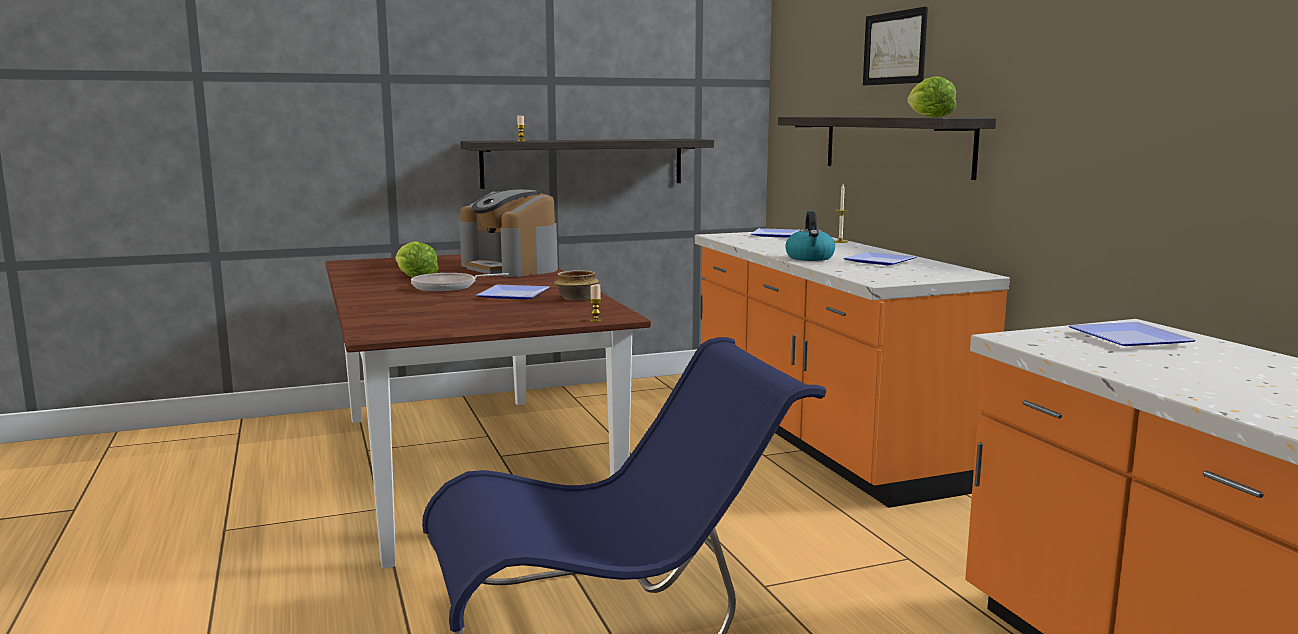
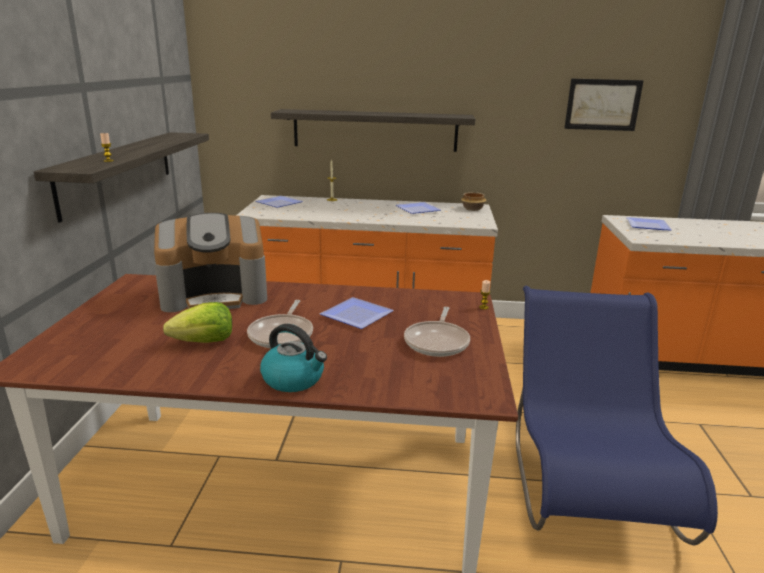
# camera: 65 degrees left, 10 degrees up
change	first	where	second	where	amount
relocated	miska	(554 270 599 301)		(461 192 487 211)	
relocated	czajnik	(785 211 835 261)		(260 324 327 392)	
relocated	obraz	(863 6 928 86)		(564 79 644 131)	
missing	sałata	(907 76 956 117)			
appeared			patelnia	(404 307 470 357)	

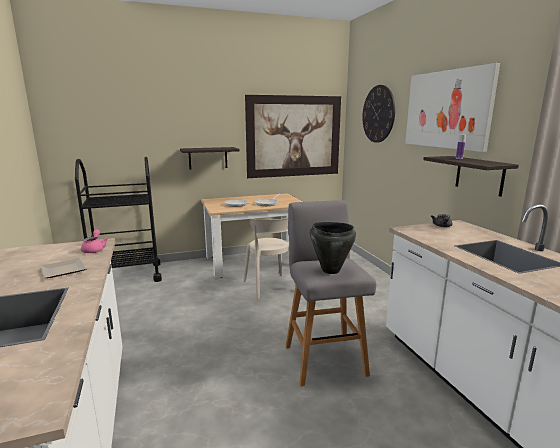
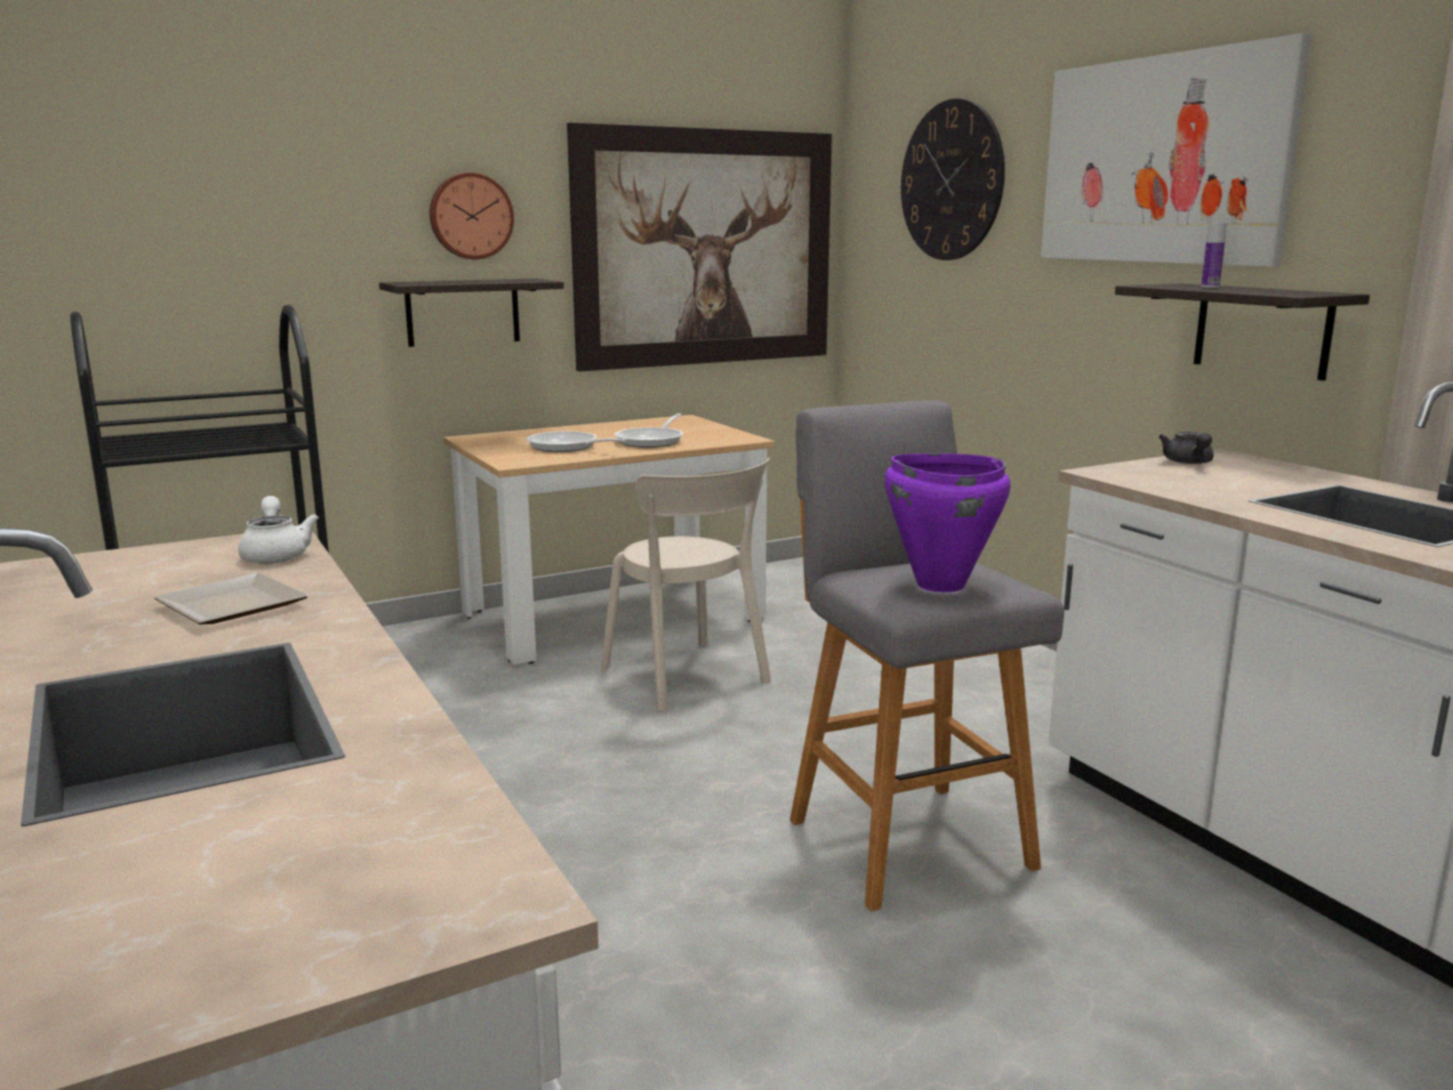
# camera: 10 degrees left, 0 degrees up
change	first	where	second	where	amount
colour	imbryk [różowy]	(81 229 108 253)	imbryk [biały]	(238 496 319 564)	
colour	garnek [czarny]	(310 222 356 274)	garnek [fioletowy]	(885 454 1010 592)	
appeared			zegar ścienny	(429 173 514 259)	

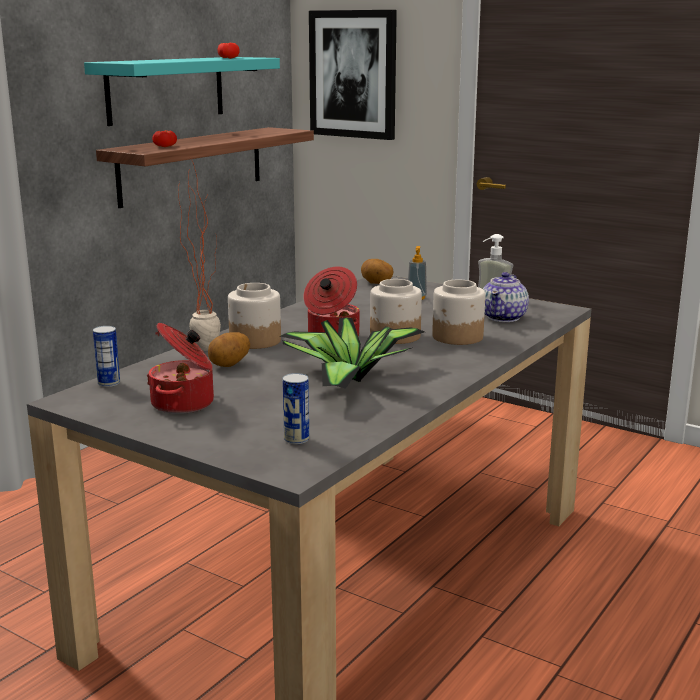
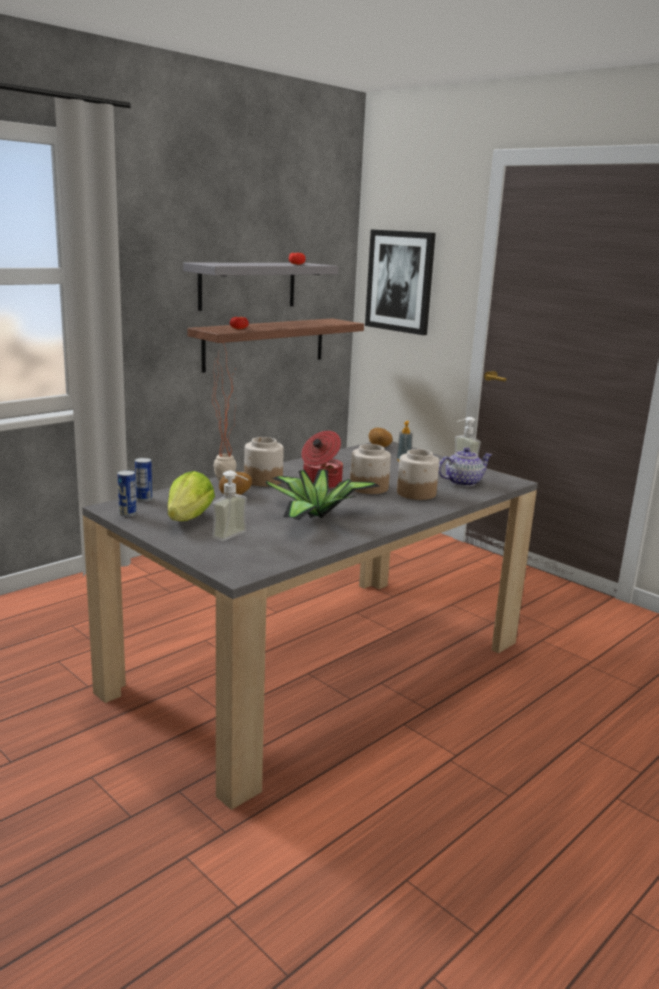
# camera: 10 degrees right, 0 degrees up
change	first	where	second	where	amount
colour	półka [turkusowy]	(84 57 280 126)	półka [szary]	(183 263 338 311)	
exchanged	garnek	(147 323 214 414)	sałata	(168 471 215 521)	
relocated	puszka	(283 373 309 444)		(118 470 136 517)	
spun	imbryk	(483 272 529 322)		(438 447 492 487)	150 degrees counterclockwise
appeared			dozownik mydła	(212 471 248 541)	

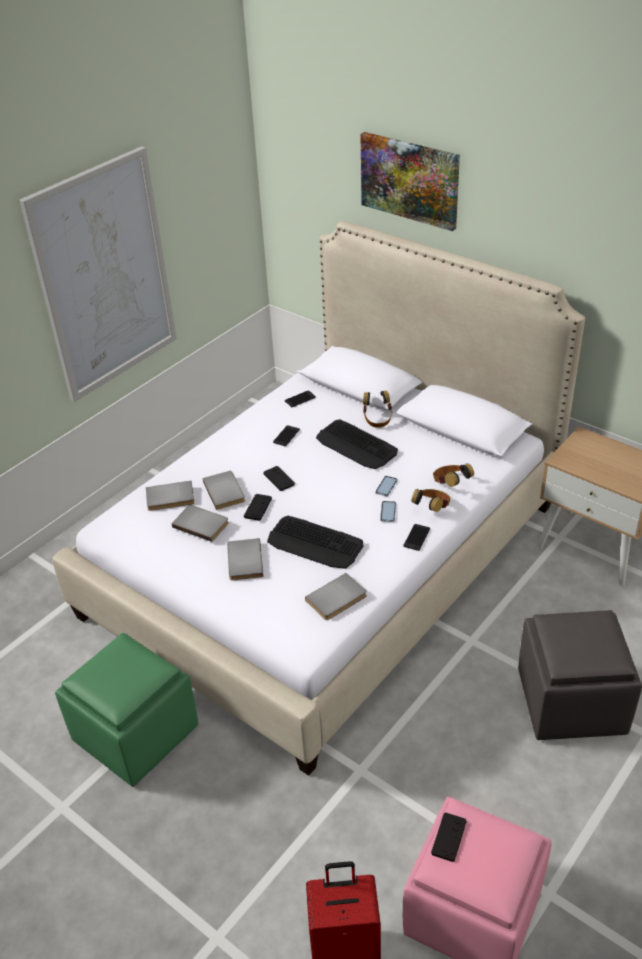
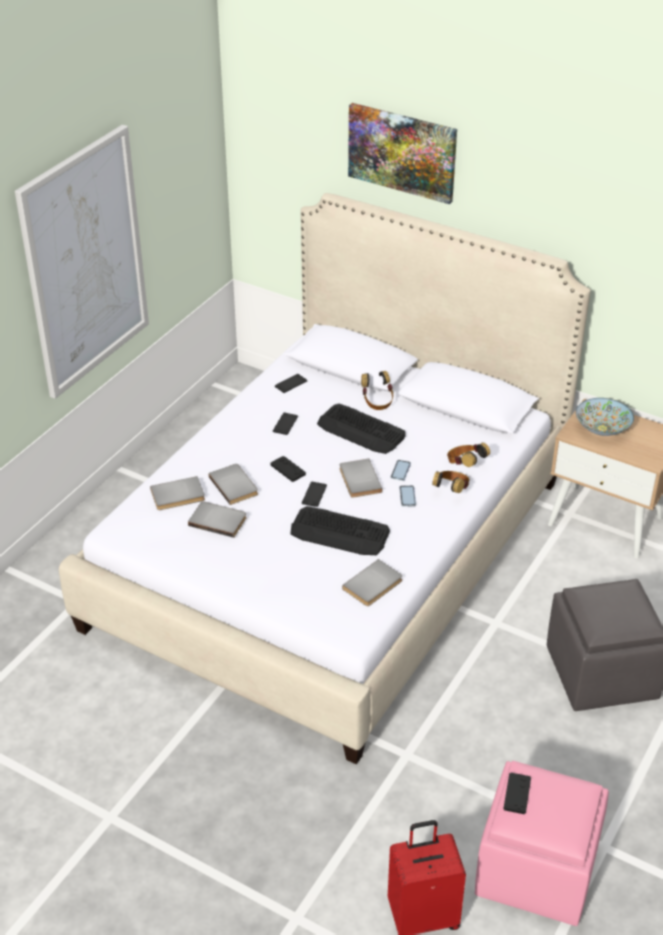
# camera: 10 degrees left, 0 degrees up
change	first	where	second	where	amount
missing	pufa [zielony]	(55 633 198 787)			
relocated	książka [szary]	(227 538 263 581)		(340 459 383 498)	
missing	pad do gier [czarny]	(244 494 272 521)			
relocated	telefon	(403 524 430 551)		(302 482 327 507)	
appeared			miska	(576 398 634 436)	

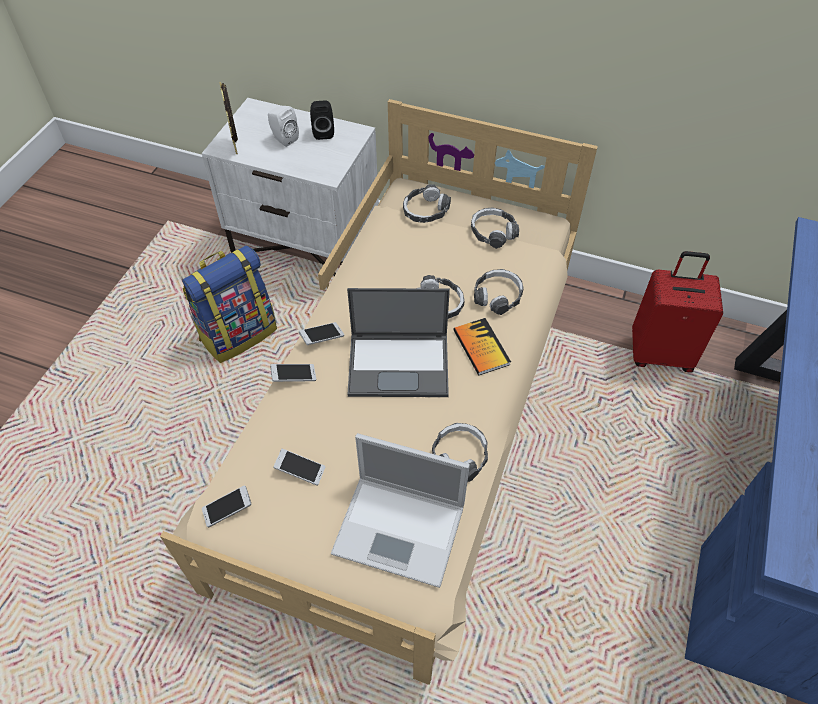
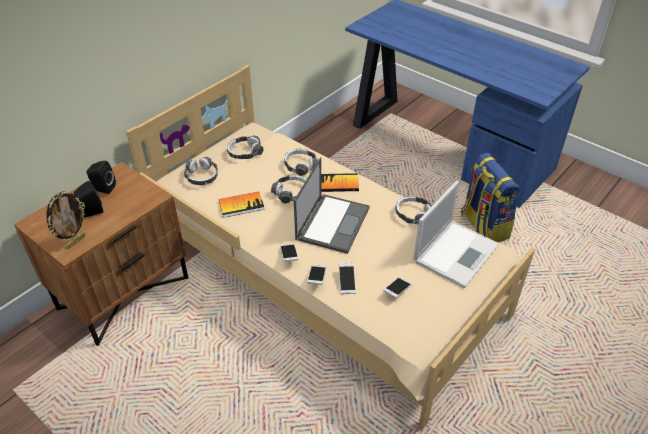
# camera: 70 degrees left, 10 degrees down
change	first	where	second	where	amount
relocated	plecak	(182 245 277 363)		(460 153 520 242)	
colour	szafka nocna [biały]	(202 98 379 276)	szafka nocna [brązowy]	(14 162 188 346)	
relocated	telefon	(202 485 252 527)		(339 262 356 294)	
spun	ramka na zdjęcie	(219 82 238 154)		(46 191 86 250)	60 degrees counterclockwise
colour	głośnik [biały]	(268 106 299 147)	głośnik [czarny]	(74 181 103 217)	
missing	walizka [czerwony]	(632 251 723 373)			
appeared			książka	(219 192 265 218)	

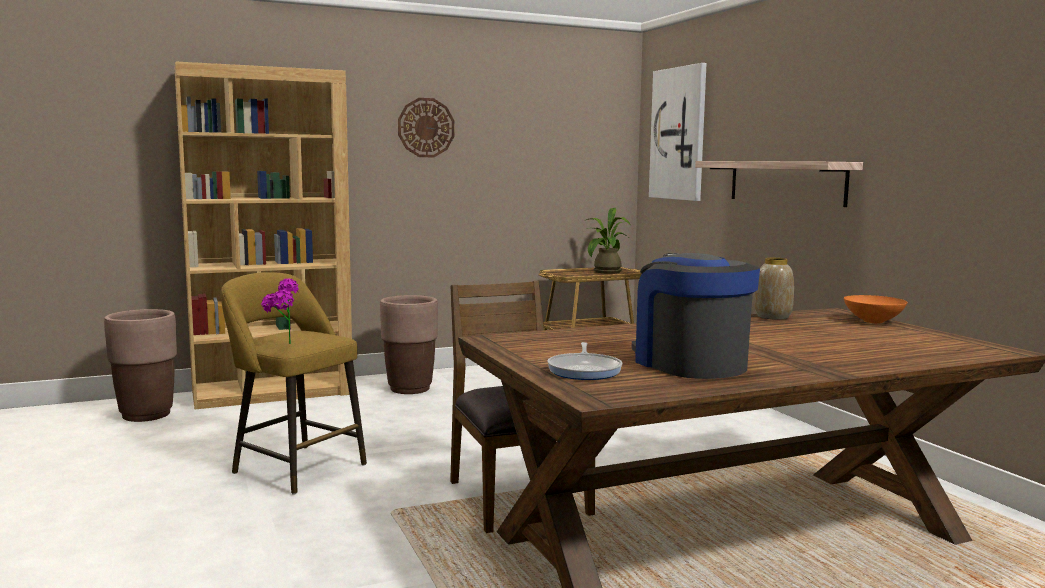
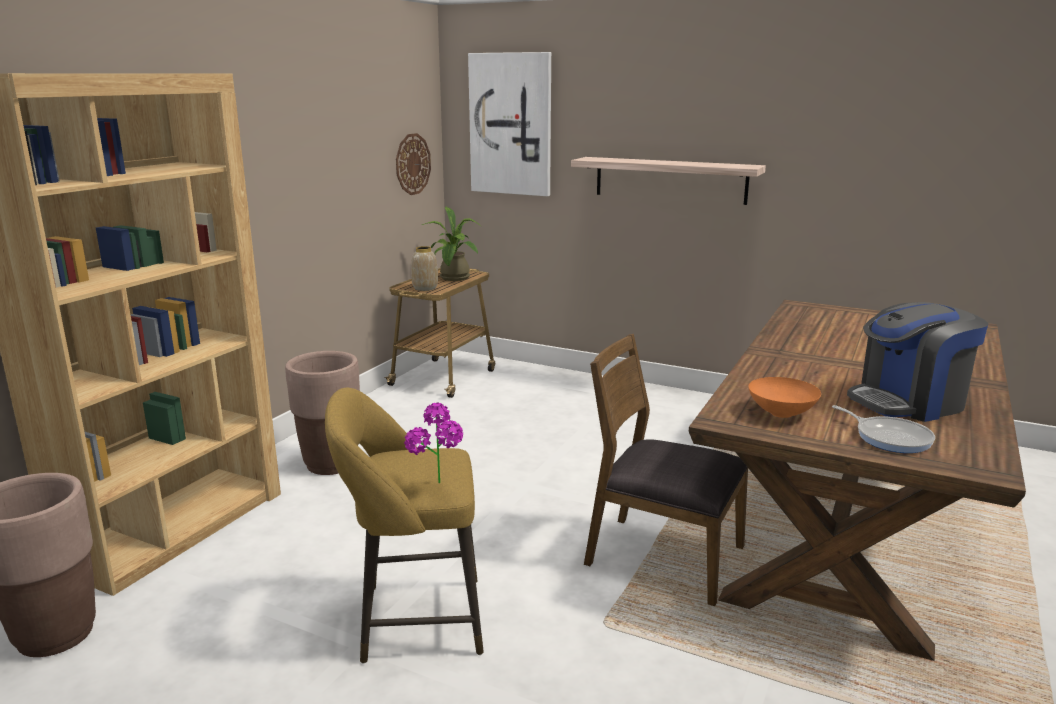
# camera: 40 degrees left, 10 degrees up
change	first	where	second	where	amount
relocated	zegar ścienny	(398 98 454 157)		(396 133 431 195)	
spun	ekspres do kawy	(632 253 760 379)		(847 302 989 422)	45 degrees counterclockwise
relocated	wazon	(754 258 794 320)		(411 246 438 291)	
relocated	miska [pomarańczowy]	(844 295 907 323)		(748 377 821 418)	

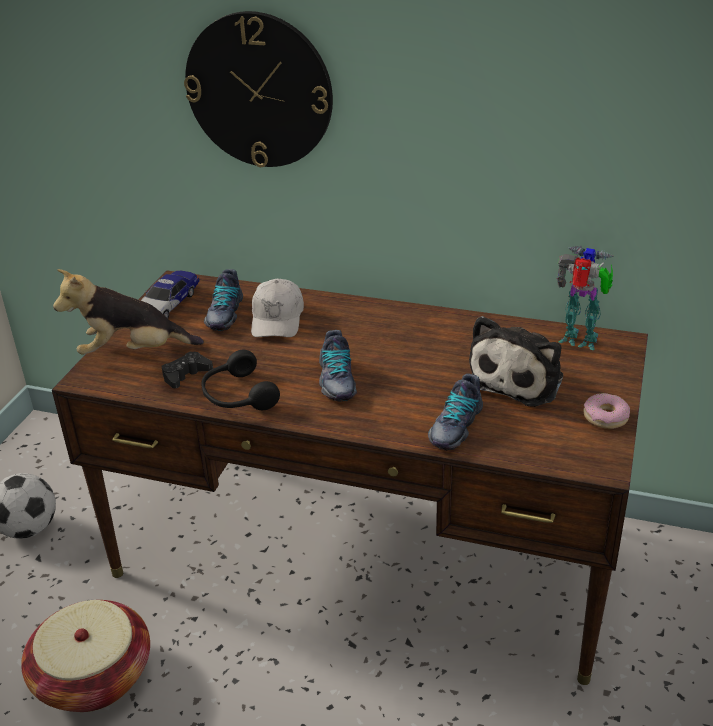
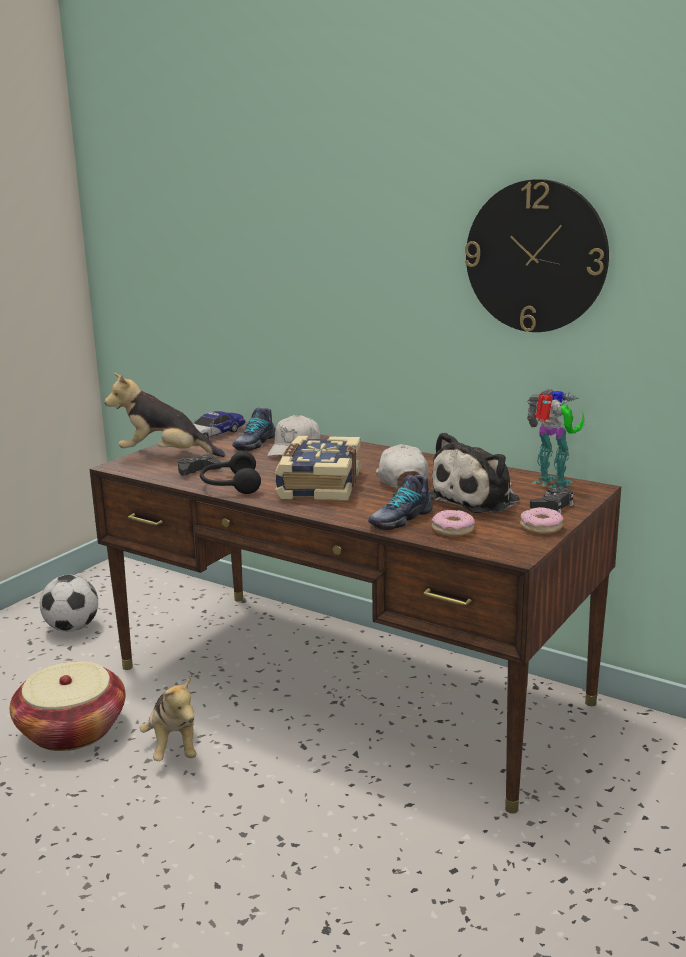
# camera: 15 degrees right, 15 degrees down
change	first	where	second	where	amount
relocated	zegar ścienny	(184 11 333 167)		(465 179 609 332)	
exchanged	but	(319 330 357 402)	książka	(275 436 361 501)	
appeared			pluszak	(140 676 197 761)	
appeared			czapka z daszkiem [biały]	(376 444 429 488)	
appeared			donut	(431 510 475 536)	
appeared			pad do gier [czarny]	(530 488 574 514)	

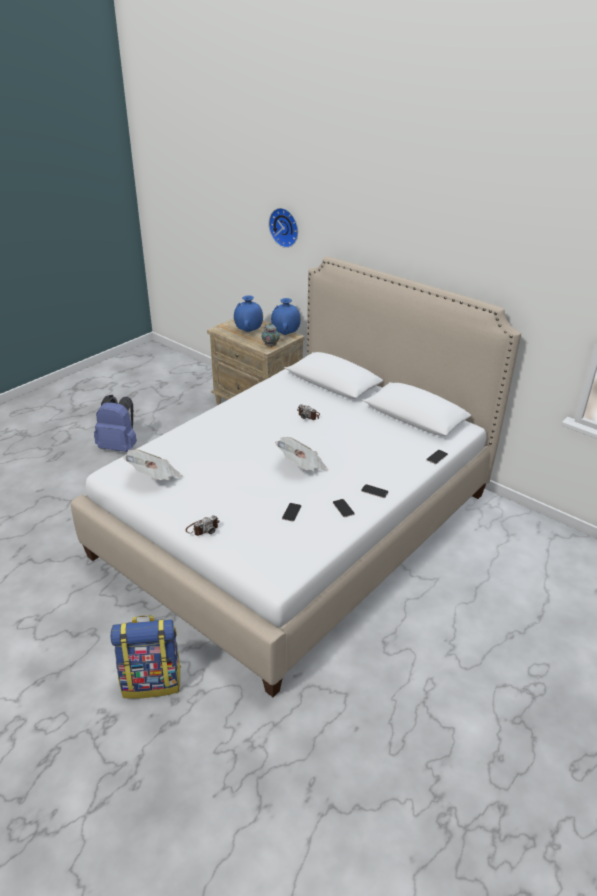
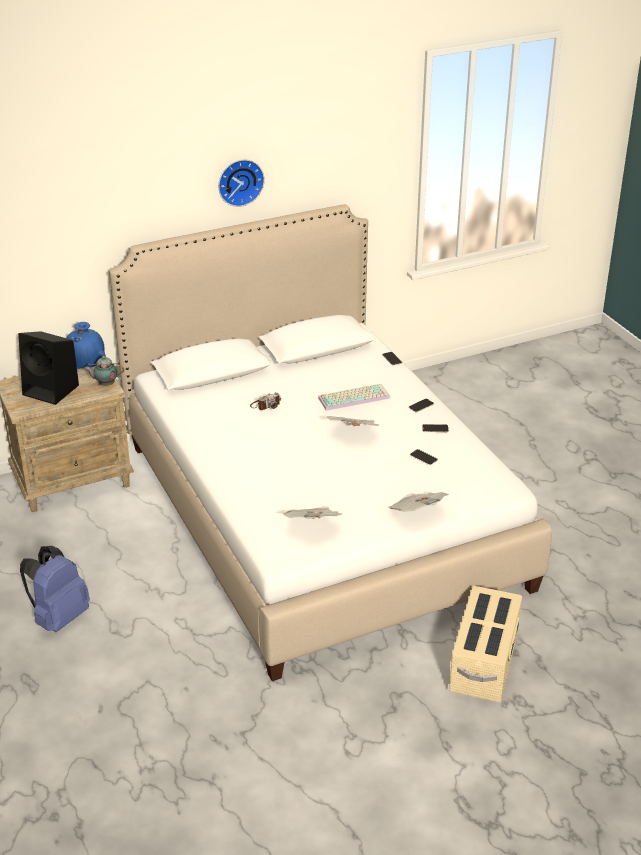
# camera: 65 degrees left, 0 degrees up
change	first	where	second	where	amount
exchanged	plecak	(110 615 181 699)	pojemnik do przechowywania [beżowy]	(449 586 523 703)	
exchanged	aparat fotograficzny	(186 515 220 536)	gazeta	(387 492 449 511)	
exchanged	wazon [niebieski]	(234 295 263 332)	głośnik [czarny]	(18 331 79 405)	
relocated	zegar ścienny	(269 208 298 248)		(218 159 264 207)	
appeared			klawiatura	(318 384 390 411)	

